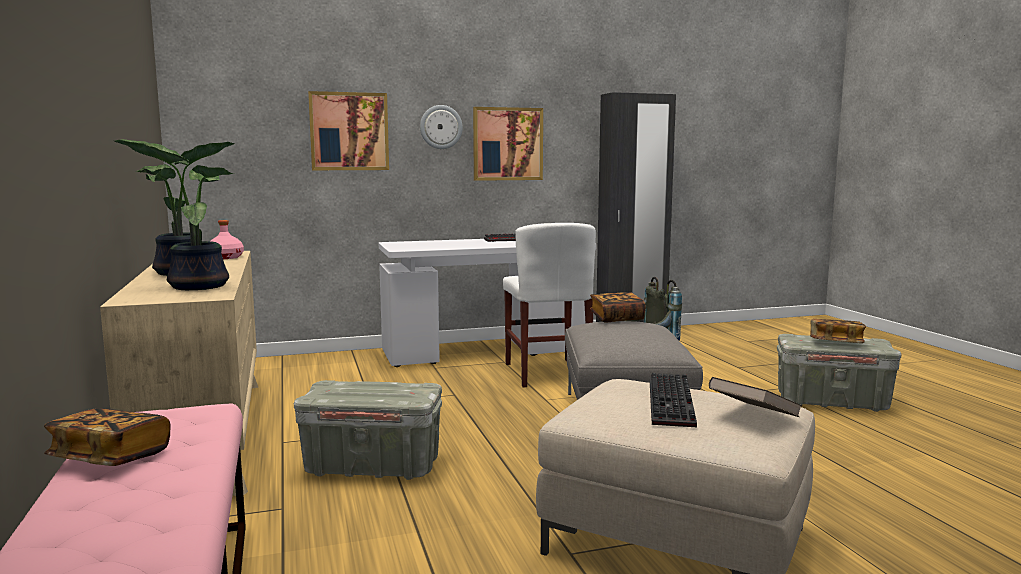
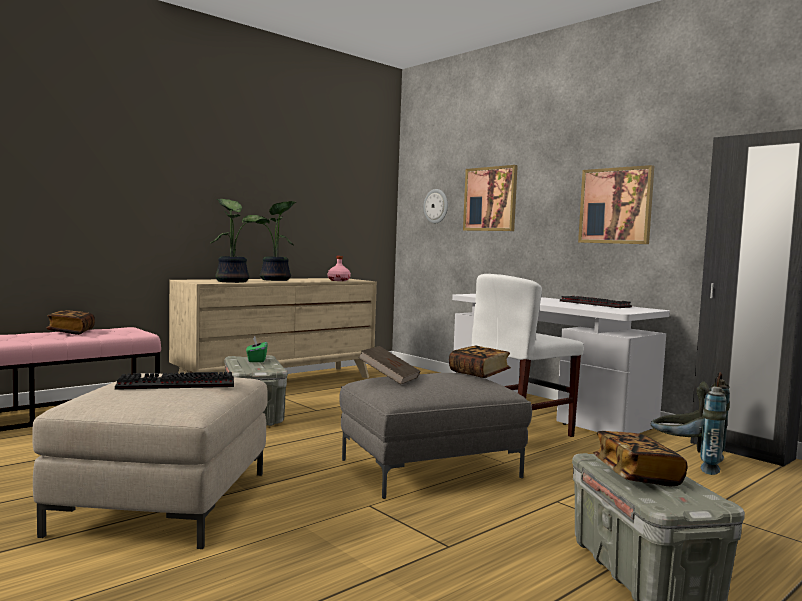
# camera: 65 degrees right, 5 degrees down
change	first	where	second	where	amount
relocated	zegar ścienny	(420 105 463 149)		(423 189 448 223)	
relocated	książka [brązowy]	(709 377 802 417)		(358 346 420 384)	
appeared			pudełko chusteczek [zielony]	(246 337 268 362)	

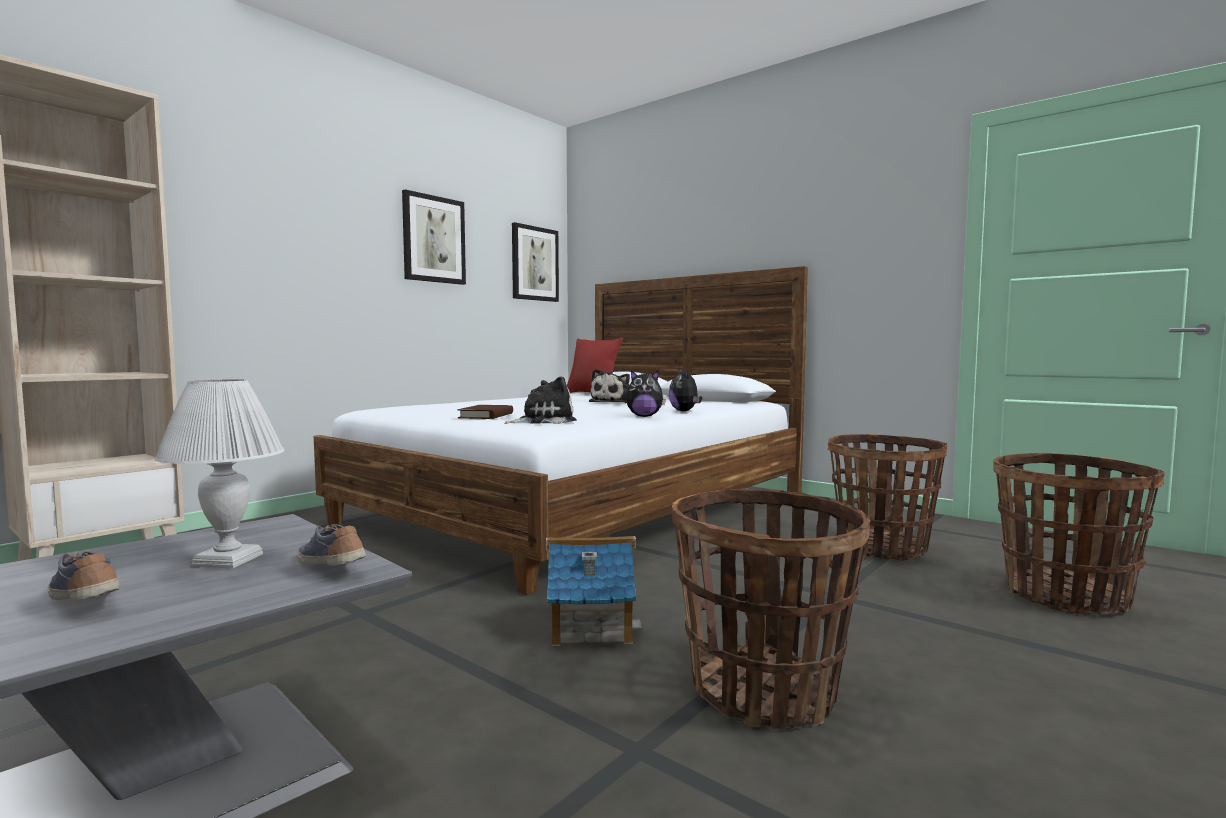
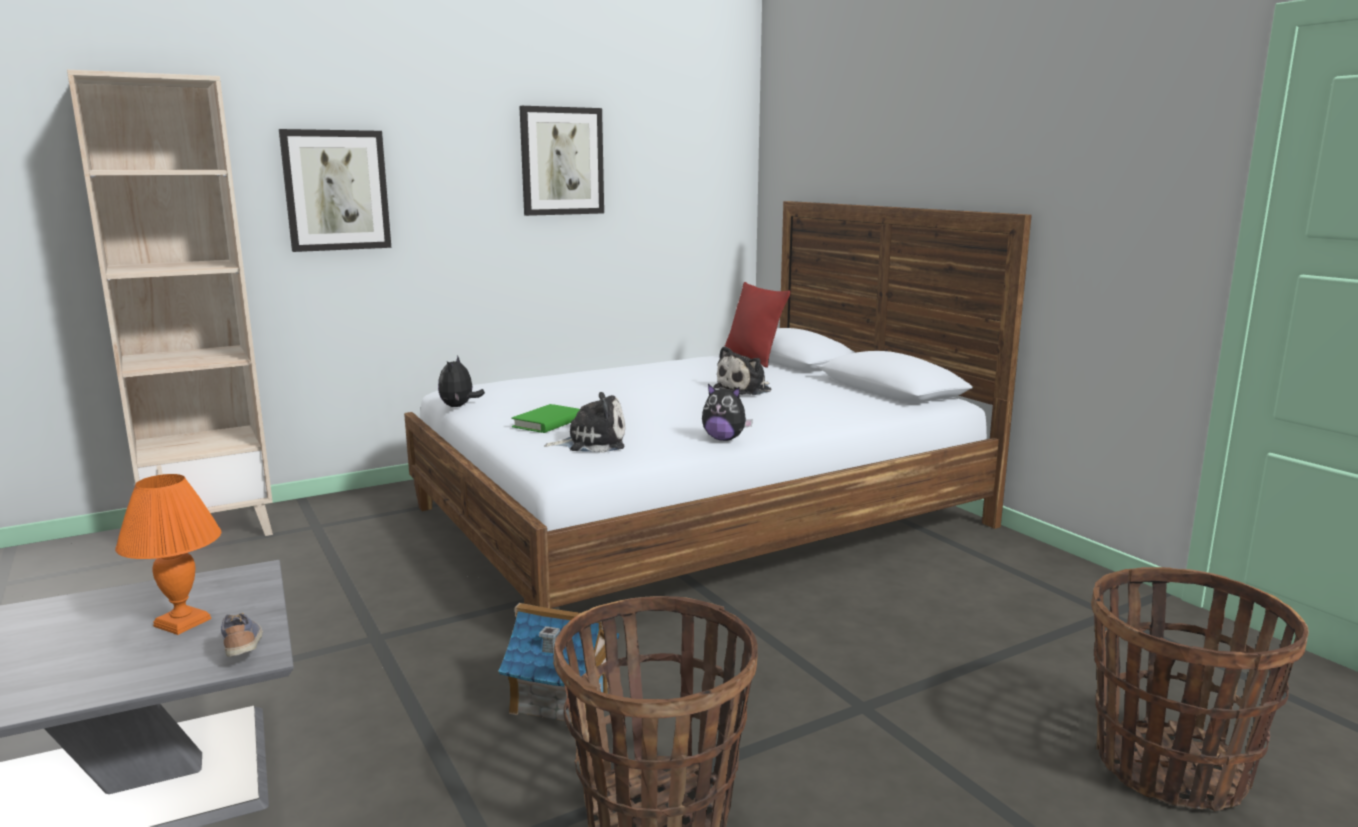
# camera: 20 degrees right, 10 degrees up
change	first	where	second	where	amount
missing	but	(47 551 119 602)			
colour	lampa stołowa [biały]	(154 379 284 568)	lampa stołowa [pomarańczowy]	(115 474 221 635)	
colour	książka [brązowy]	(458 405 513 419)	książka [zielony]	(511 404 580 433)	
relocated	obraz	(512 222 559 302)		(279 129 391 252)	
relocated	pluszak	(669 368 702 411)		(438 355 485 407)	
missing	koszyk	(828 434 947 560)			

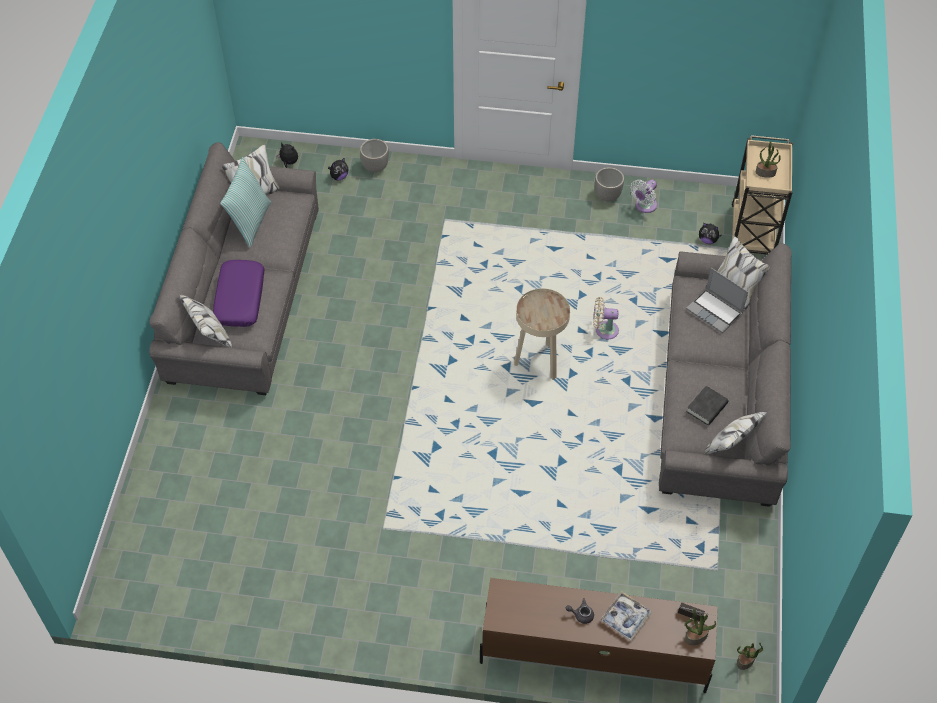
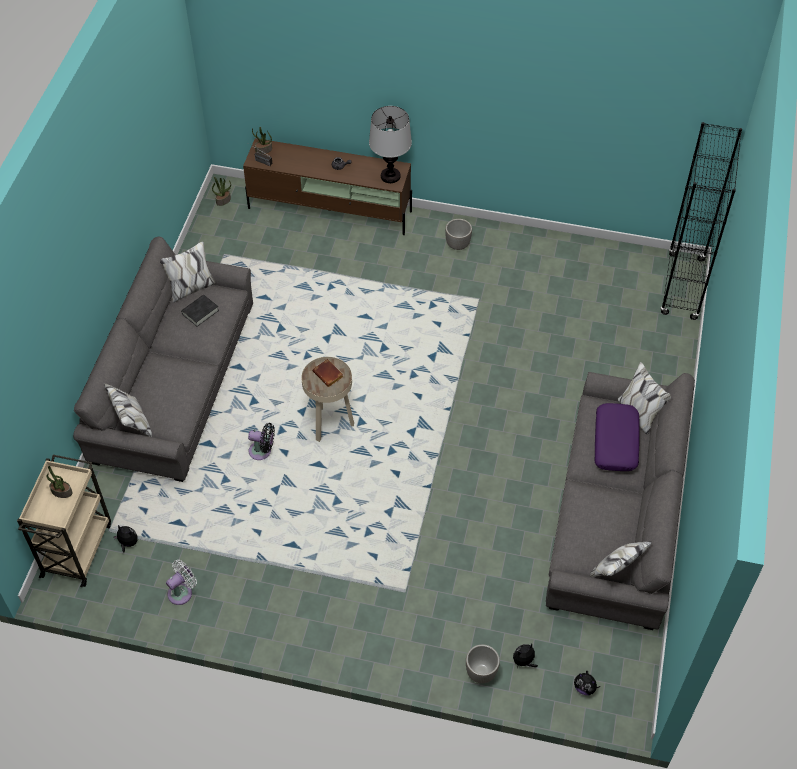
# camera: 175 degrees left, 0 degrees up
change	first	where	second	where	amount
missing	poduszka	(220 157 271 248)			
colour	wentylator [beżowy]	(593 297 619 339)	wentylator [czarny]	(248 423 275 460)	
relocated	donica	(595 167 624 201)		(445 219 472 250)	
missing	taca	(600 591 652 641)			
missing	laptop	(686 268 748 333)			
appeared			książka [brązowy]	(312 359 343 387)	
appeared			lampa stołowa	(369 106 412 183)	
appeared			regał [czarny]	(660 122 742 320)	

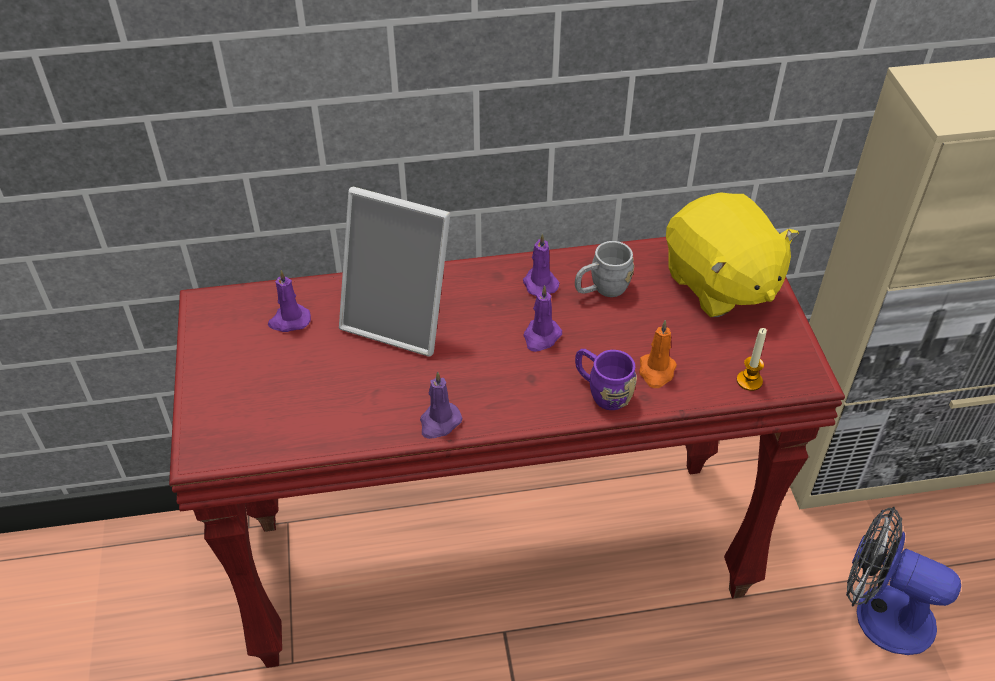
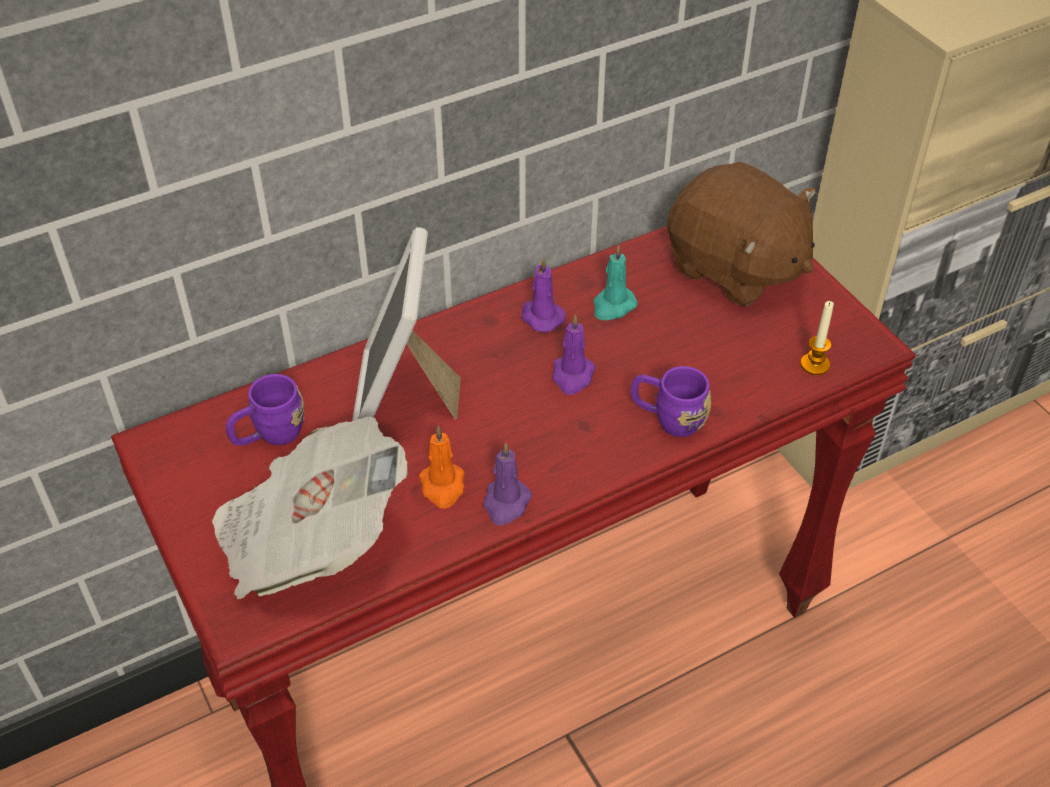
# camera: 20 degrees left, 0 degrees up
change	first	where	second	where	amount
exchanged	świeca [fioletowy]	(268 270 311 332)	kubek [fioletowy]	(226 374 304 446)	
spun	ramka na zdjęcie	(339 187 450 357)		(352 227 461 421)	90 degrees clockwise
exchanged	kubek [szary]	(575 241 634 297)	świeca [turkusowy]	(593 244 638 320)	
relocated	świeca [pomarańczowy]	(639 320 677 388)		(419 425 465 509)	
colour	pluszak [żółty]	(666 192 799 317)	pluszak [brązowy]	(667 162 816 307)	
missing	wentylator	(846 507 961 655)			
appeared			gazeta	(212 416 408 599)	

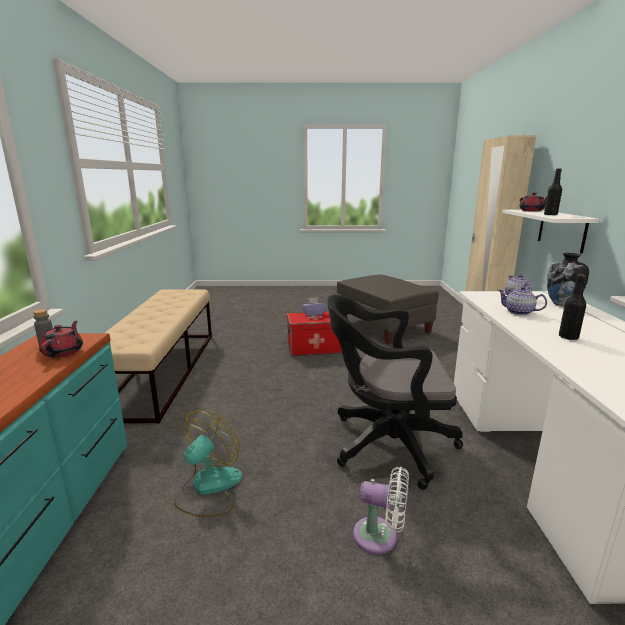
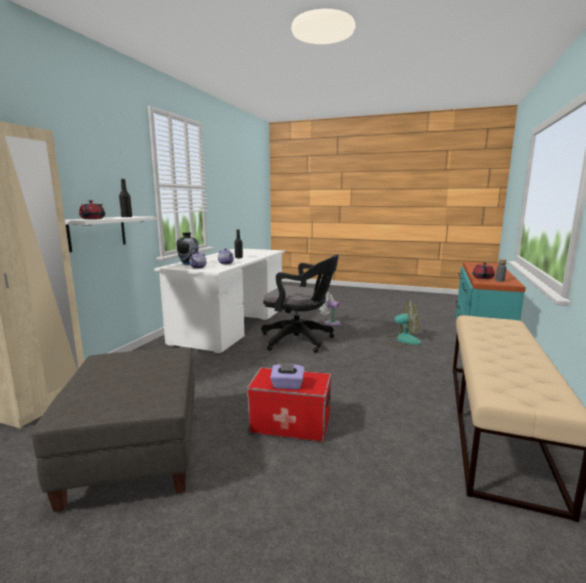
# camera: 160 degrees left, 5 degrees down
change	first	where	second	where	amount
spun	wentylator	(174 409 243 517)		(384 301 421 348)	135 degrees counterclockwise

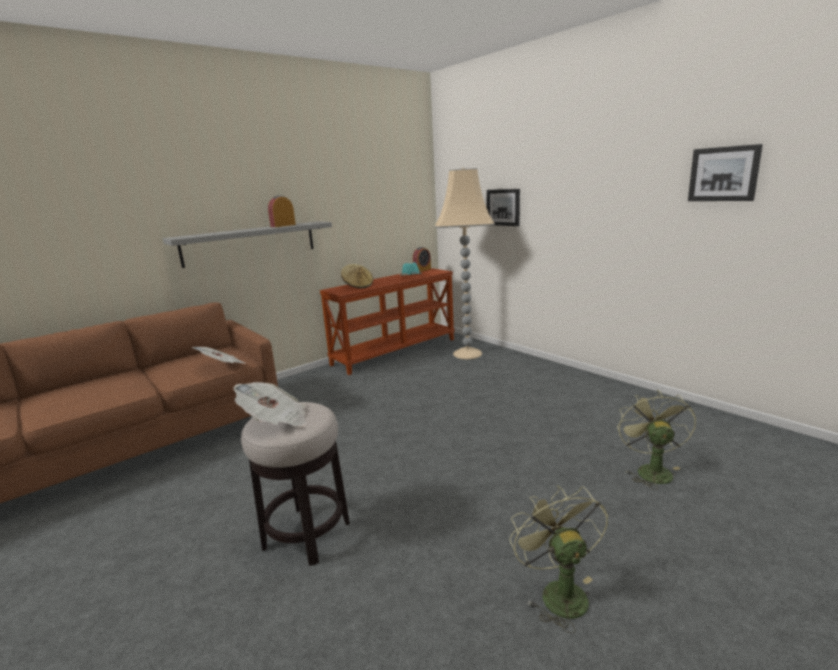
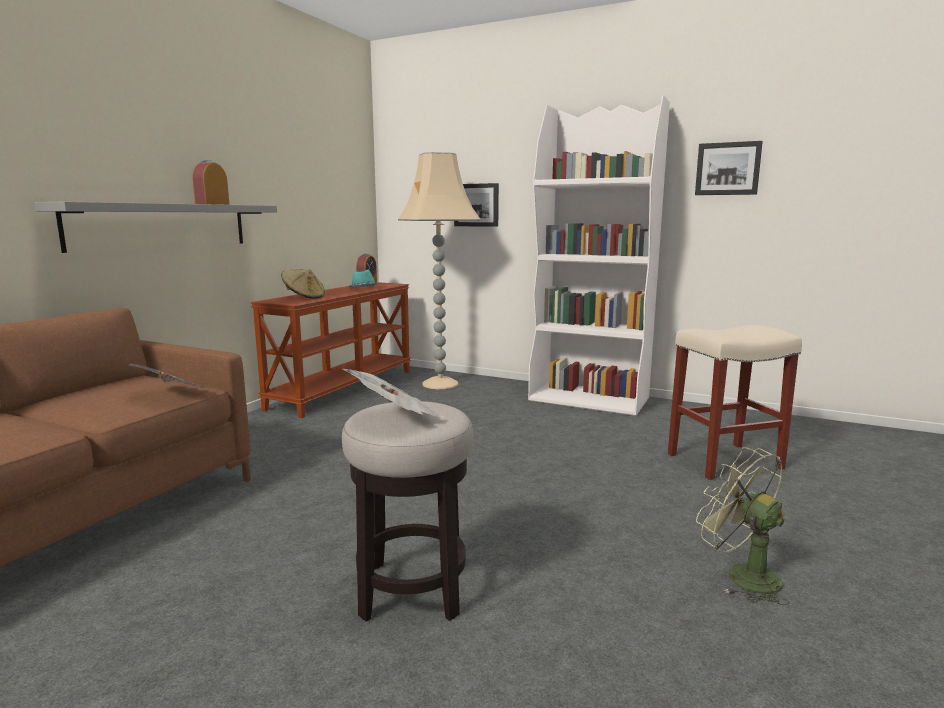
# camera: 25 degrees left, 5 degrees down
change	first	where	second	where	amount
exchanged	wentylator [zielony]	(617 390 696 490)	stołek [beżowy]	(668 325 802 480)	
appeared			regał [biały]	(528 95 670 416)	

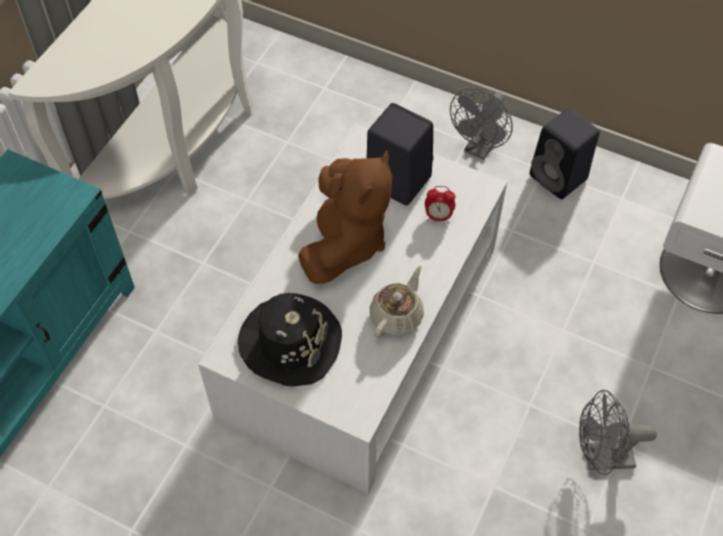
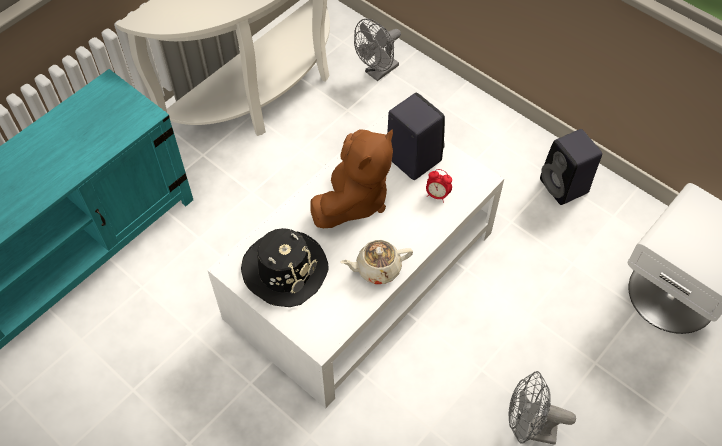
# camera: 15 degrees right, 0 degrees up
change	first	where	second	where	amount
spun	imbryk [beżowy]	(370 266 424 338)		(341 240 413 284)	150 degrees counterclockwise
relocated	wentylator [szary]	(450 88 513 160)		(354 19 401 81)	

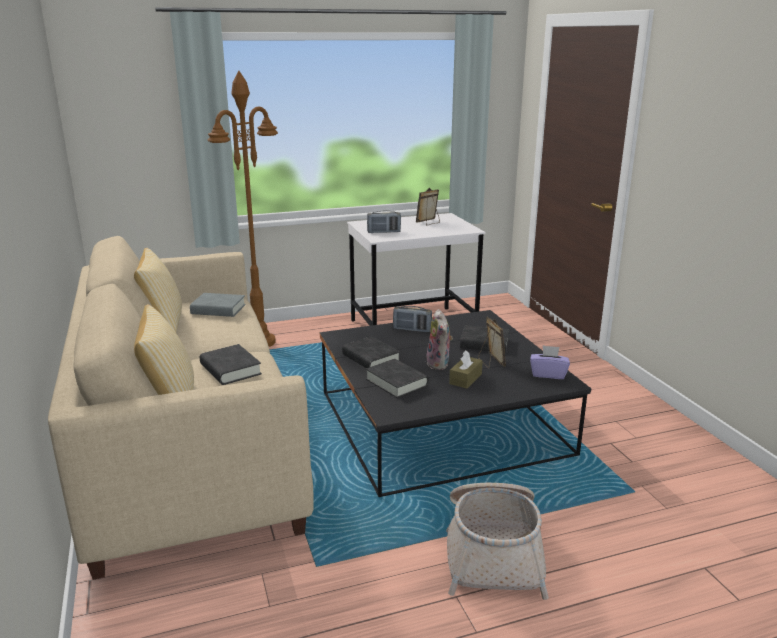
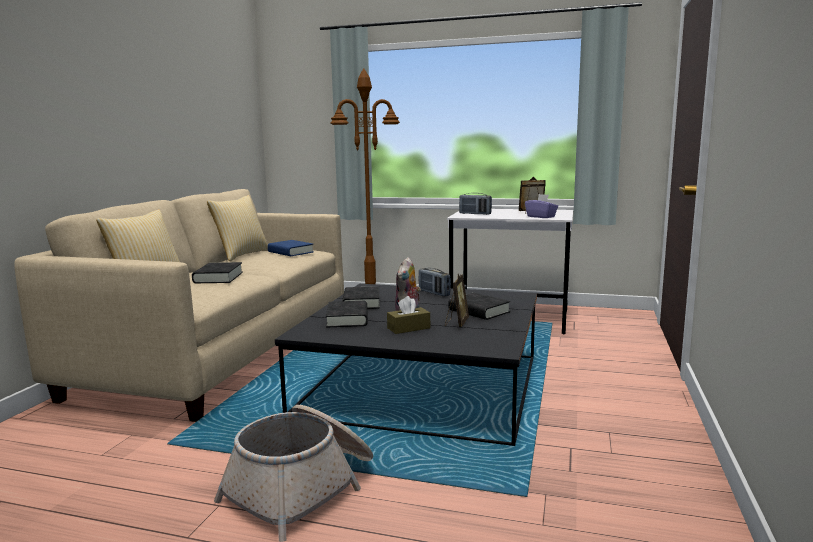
# camera: 35 degrees right, 10 degrees down
change	first	where	second	where	amount
colour	książka [szary]	(190 293 246 317)	książka [niebieski]	(268 240 314 256)	
relocated	pudełko chusteczek [fioletowy]	(530 345 570 379)		(525 194 558 218)	

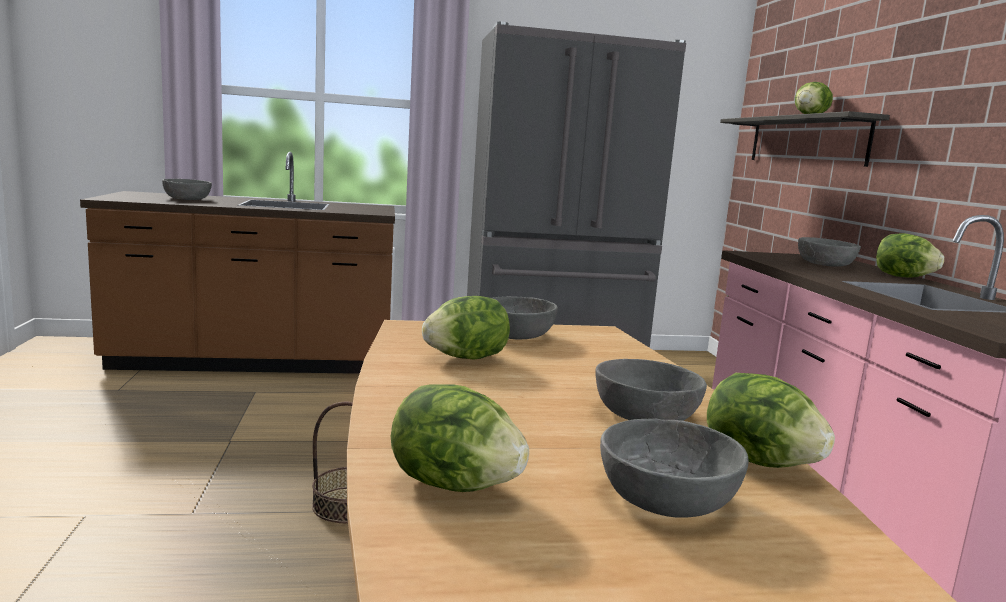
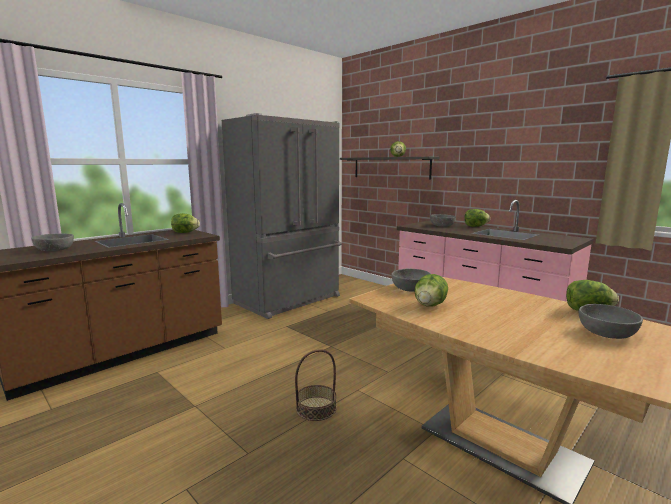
# camera: 35 degrees left, 0 degrees up
change	first	where	second	where	amount
relocated	sałata	(391 384 529 492)		(171 213 200 233)	
missing	miska [szary]	(595 359 707 421)			

